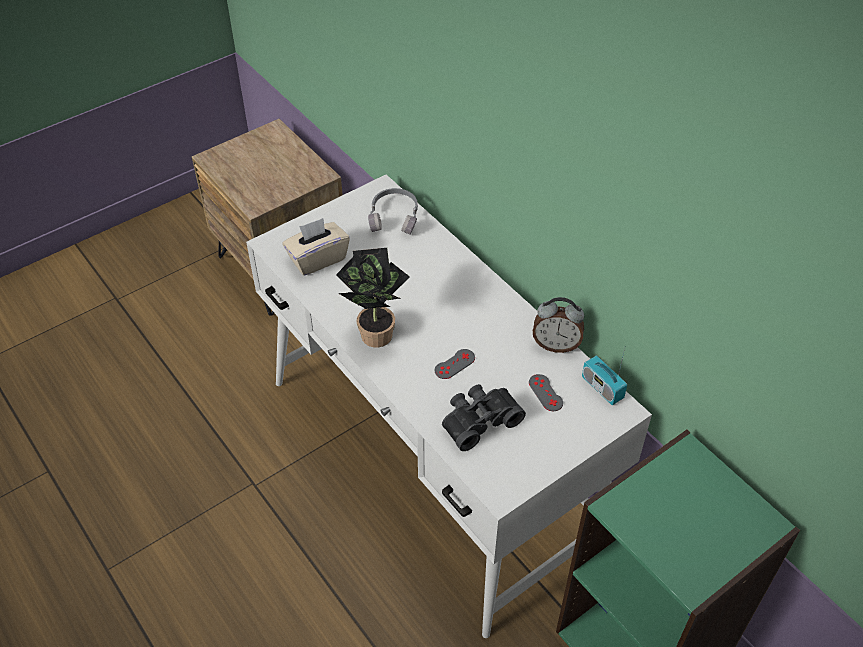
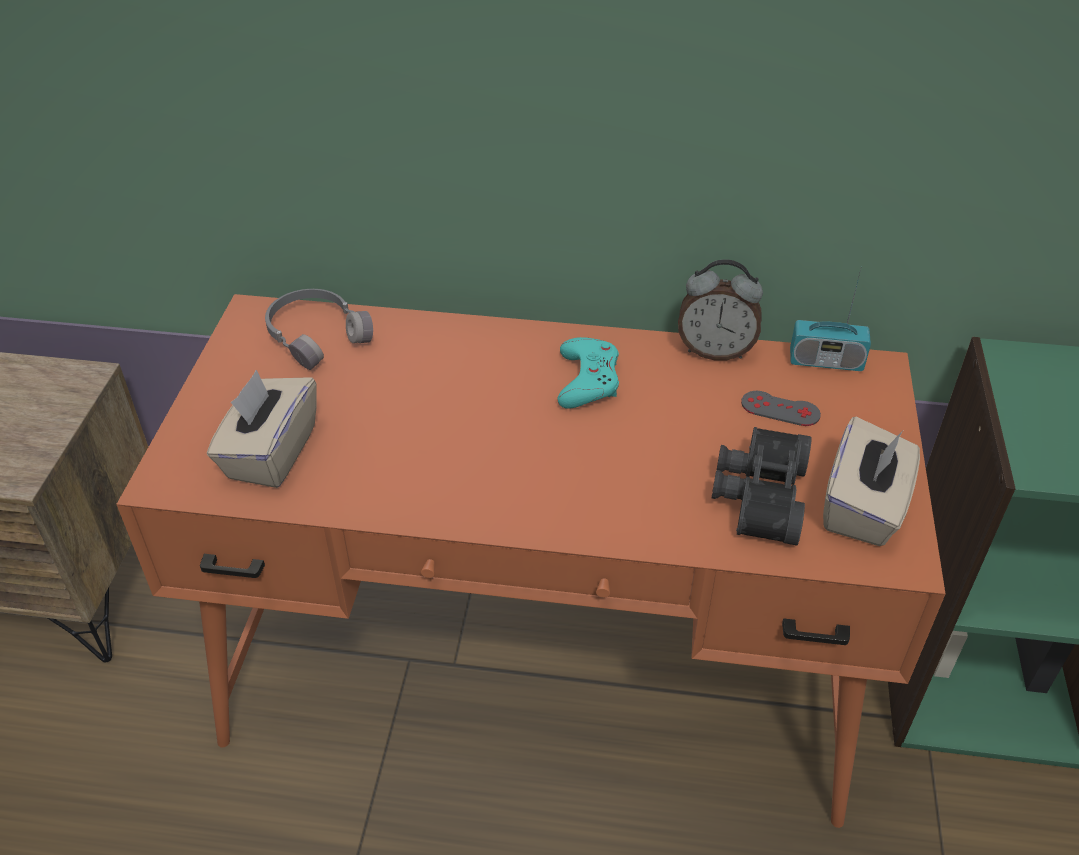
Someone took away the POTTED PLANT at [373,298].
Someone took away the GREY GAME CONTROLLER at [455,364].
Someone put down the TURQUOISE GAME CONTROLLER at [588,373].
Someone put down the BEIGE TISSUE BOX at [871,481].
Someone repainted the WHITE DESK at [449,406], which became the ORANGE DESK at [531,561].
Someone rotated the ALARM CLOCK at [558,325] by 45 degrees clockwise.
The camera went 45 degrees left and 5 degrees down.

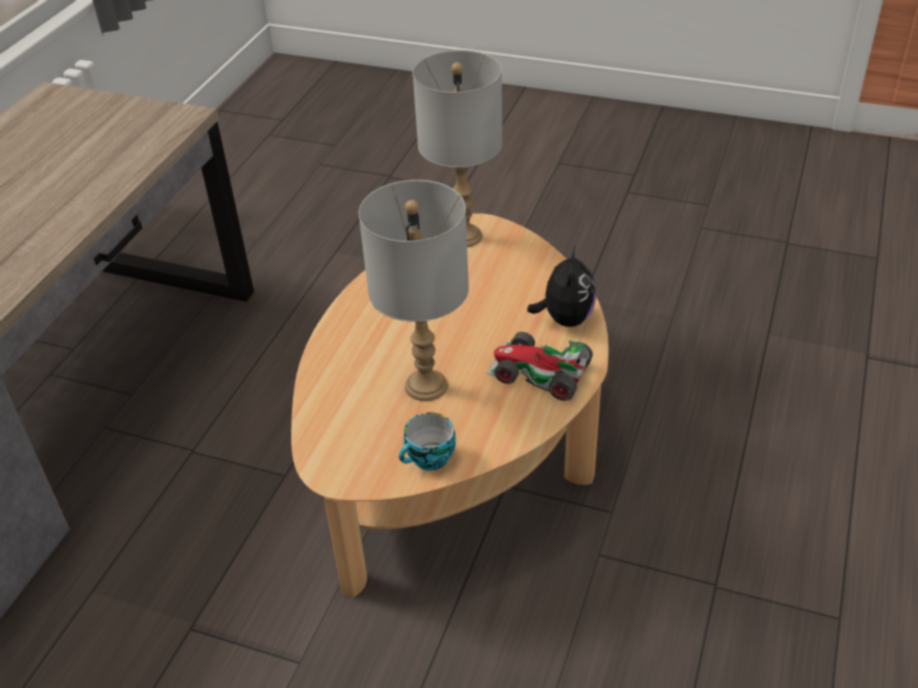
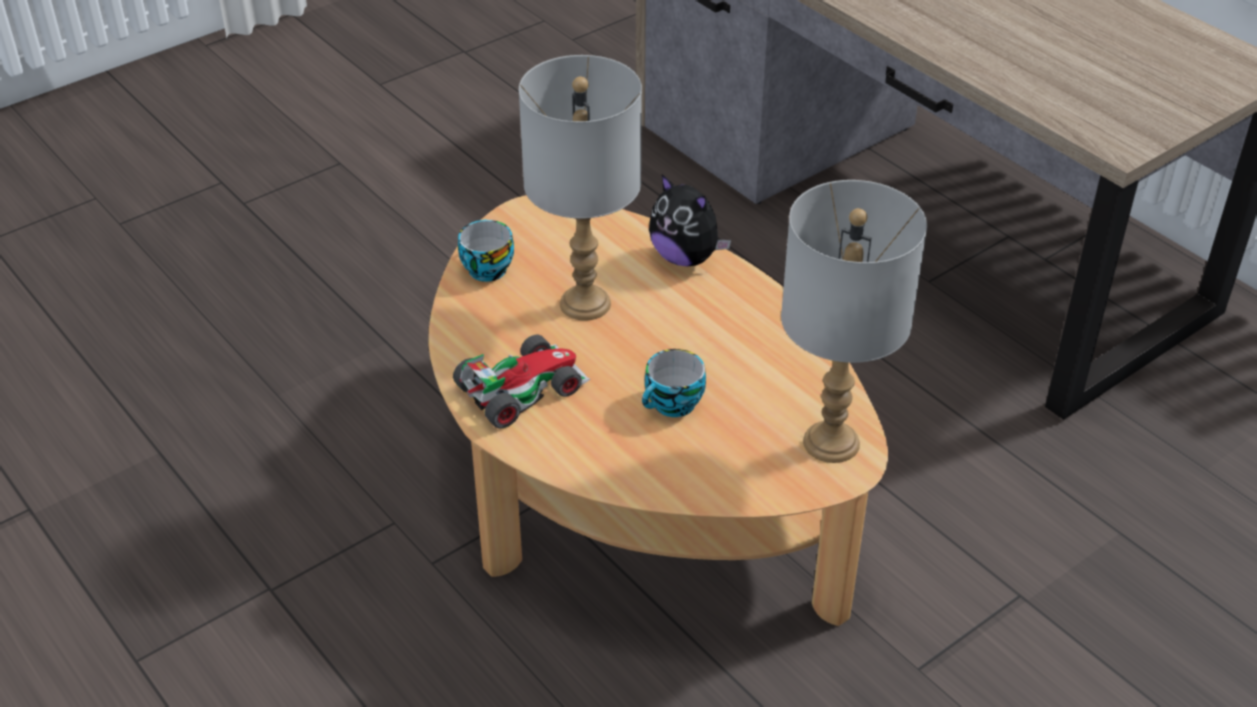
Someone put down the CUP at [674,383].
Someone carried the PLUSH TOY from [561,286] to [690,220].
The camera went 120 degrees right and 0 degrees up.

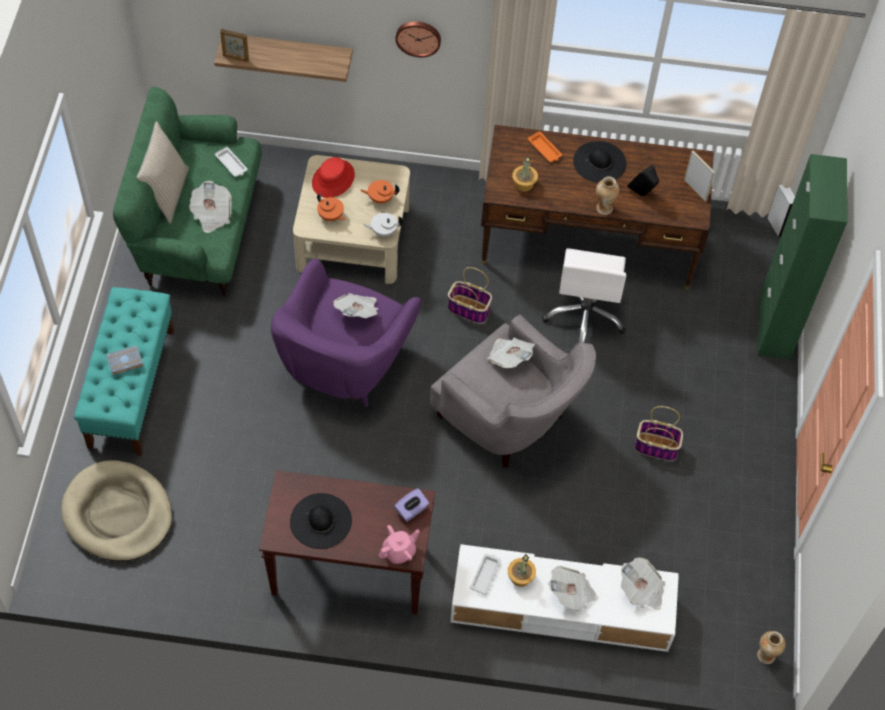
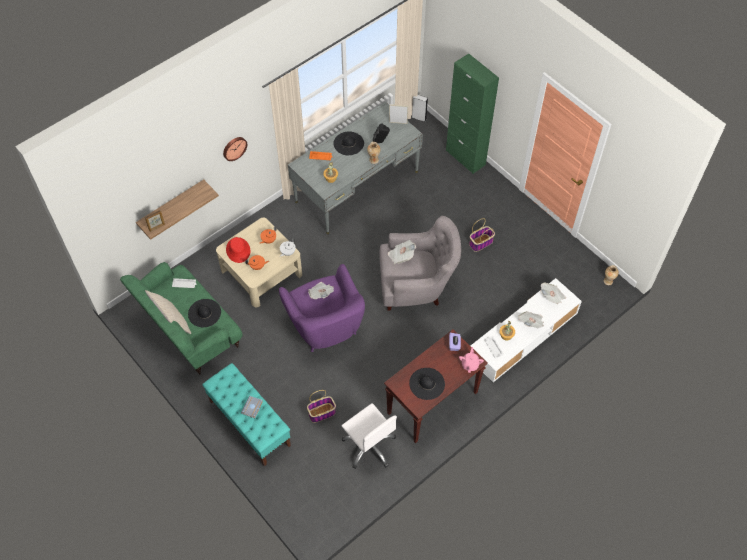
Someone took away the BEIGE DOG BED at [116,510].
Someone carried the BASKET from [470,295] to [321,406].
Someone carried the WHITE OFFICE CHAIR from [584,295] to [369,436].
Someone swapped the NEWSPAPER at [210,207] for the BLACK HAT at [204,313].
Someone repainted the BROWN DESK at [597,207], which became the GREY DESK at [355,168].
The camera went 45 degrees left and 0 degrees up.

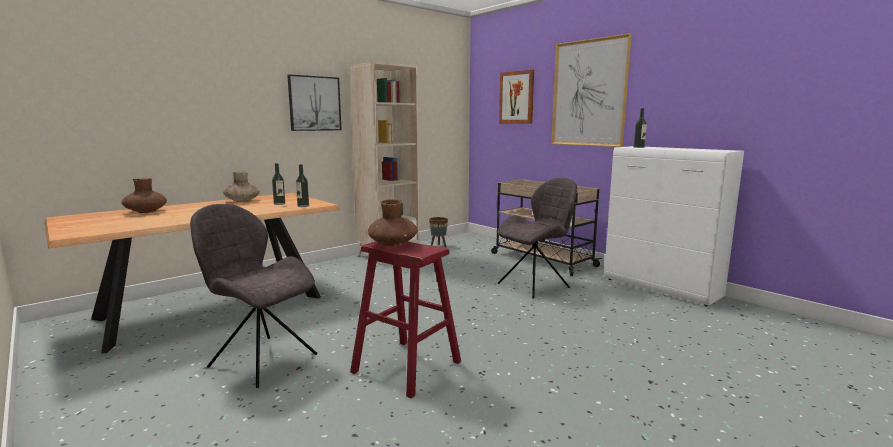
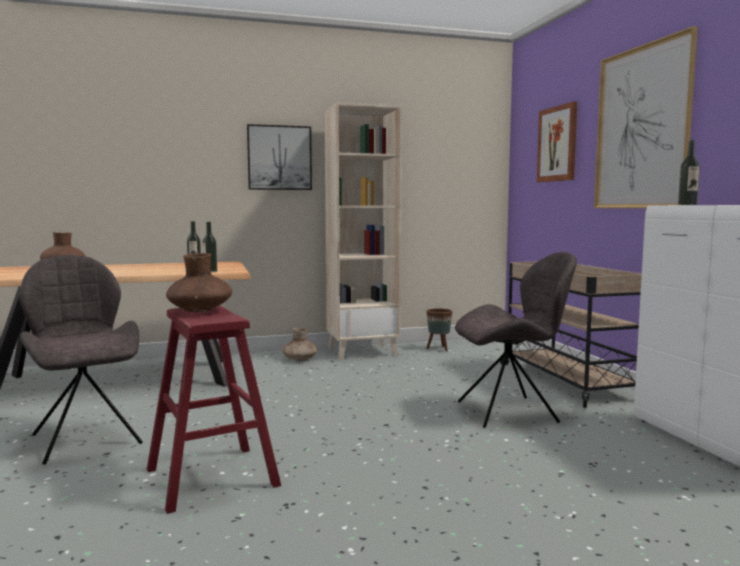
Someone carried the BROWN VASE from [241,186] to [300,344].
The camera went 25 degrees right and 5 degrees down.

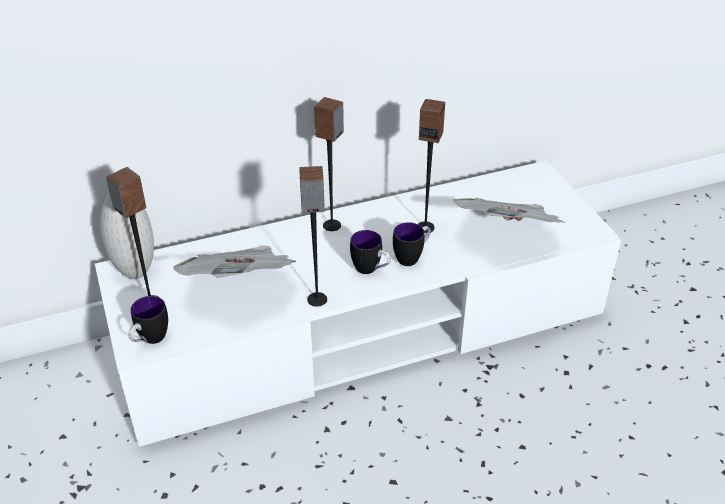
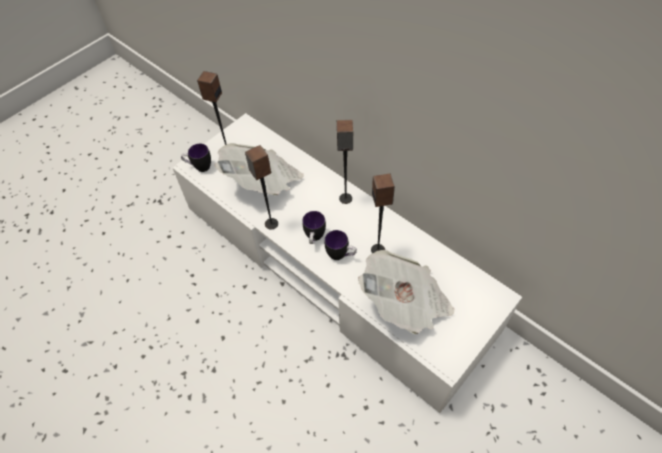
Someone took away the WHITE VASE at [127,235].
The camera went 65 degrees right and 15 degrees up.

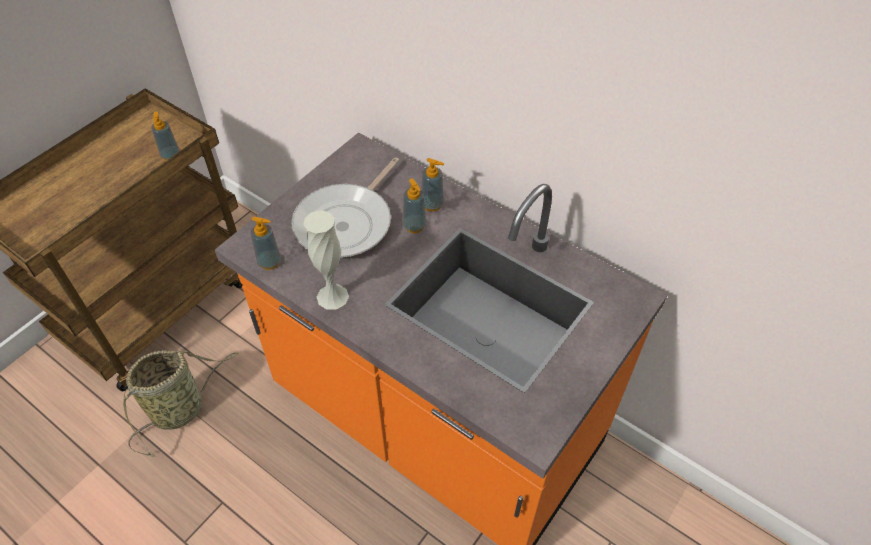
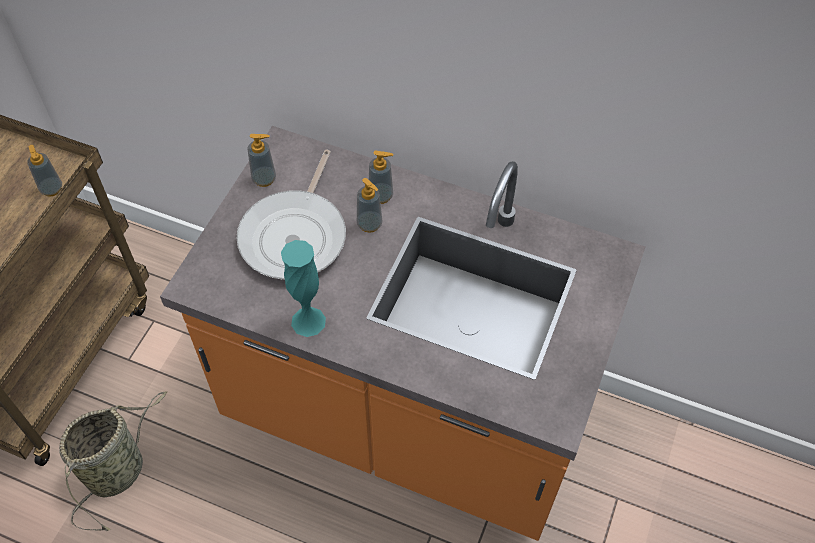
Someone carried the SOAP DISPENSER from [265,243] to [261,160].
Someone repainted the WHITE VASE at [326,260], which became the TURQUOISE VASE at [303,288].
The camera went 15 degrees left and 5 degrees up.

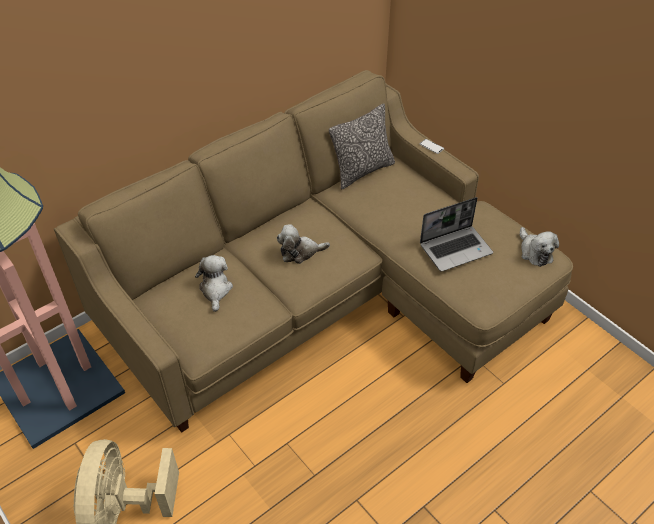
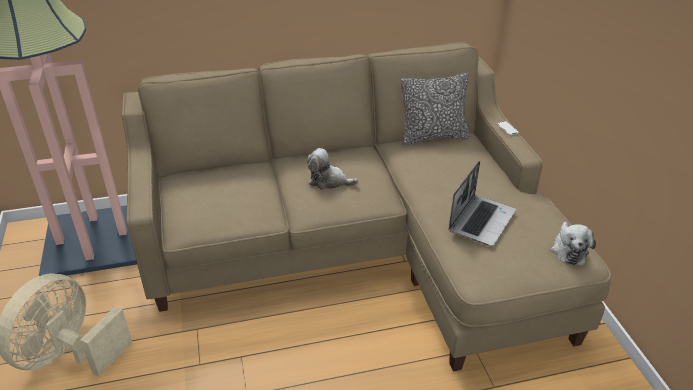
Someone took away the PLUSH TOY at [214,283].
Someone rotated the LAPTOP at [456,234] by 60 degrees counterclockwise.
The camera went 25 degrees right and 10 degrees down.

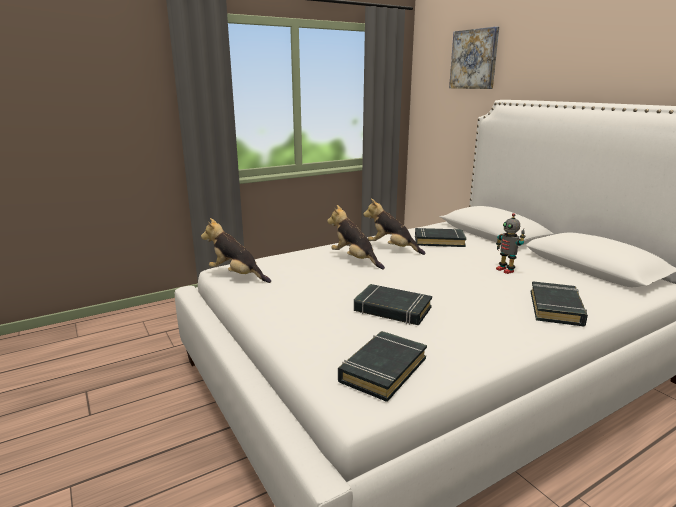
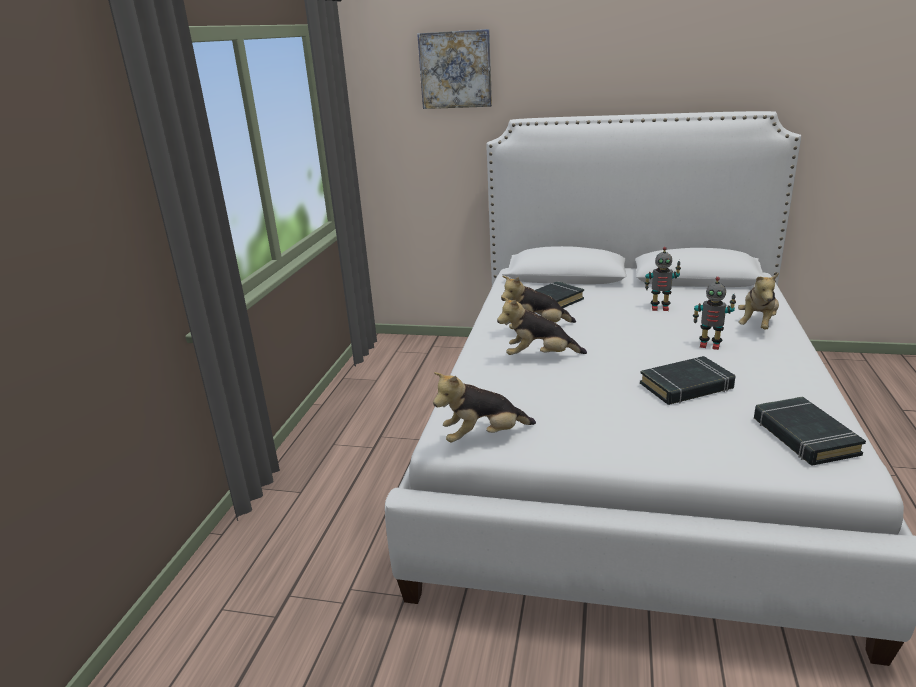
Someone put down the TOY ROBOT at [714,313].
Someone swapped the BLACK BOOK at [559,303] for the PLUSH TOY at [758,301].
The camera went 45 degrees left and 5 degrees up.

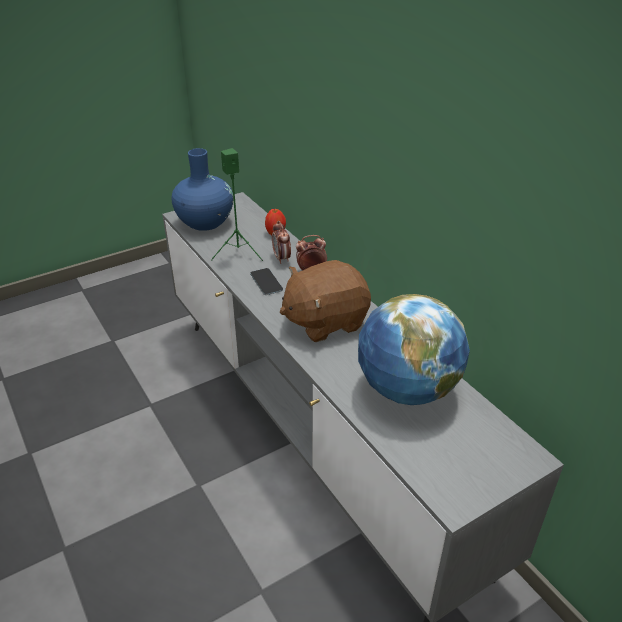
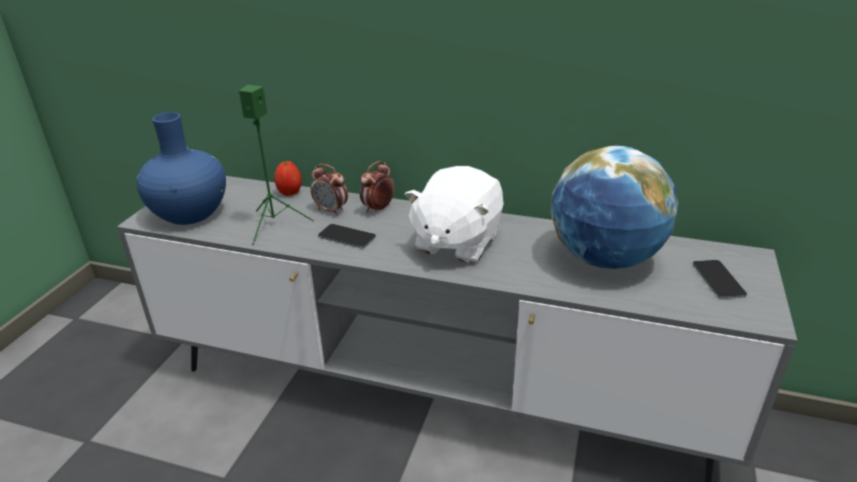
Someone put down the PHONE at [719,279].
Someone repainted the BROWN PLUSH TOY at [325,301], which became the WHITE PLUSH TOY at [454,215].
The camera went 40 degrees left and 5 degrees down.

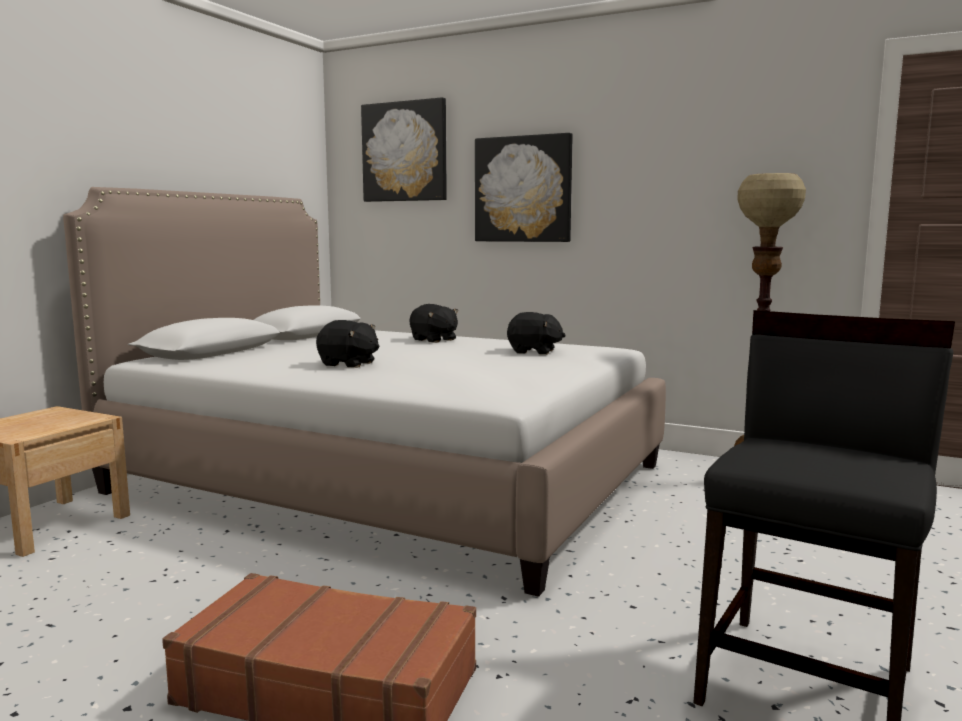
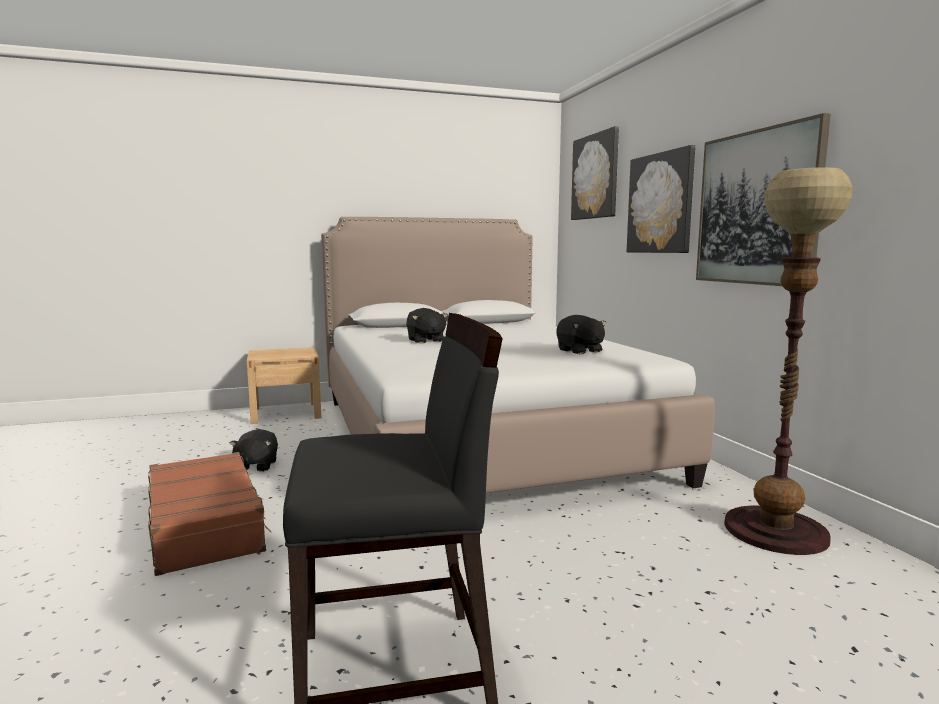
Someone put up the PICTURE at [763,199].
Someone carried the BLACK PLUSH TOY from [434,323] to [254,450].
The camera went 45 degrees right and 0 degrees up.

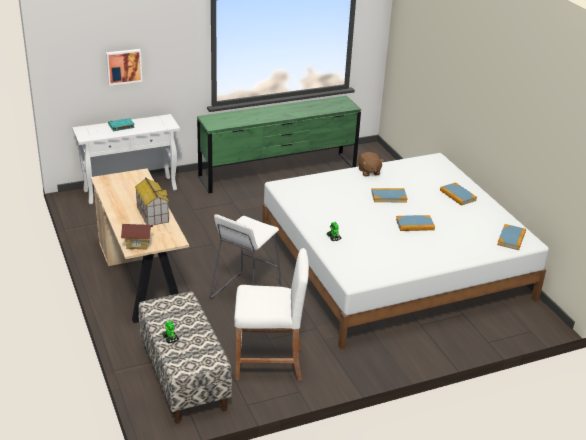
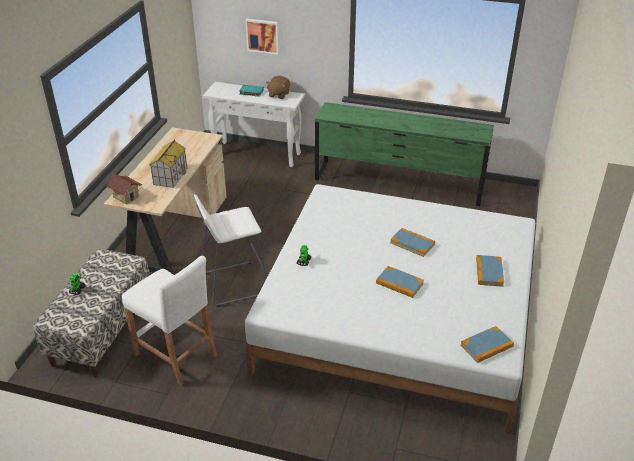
Someone carried the BROWN PLUSH TOY from [371,164] to [278,87].
The camera went 40 degrees right and 5 degrees up.

